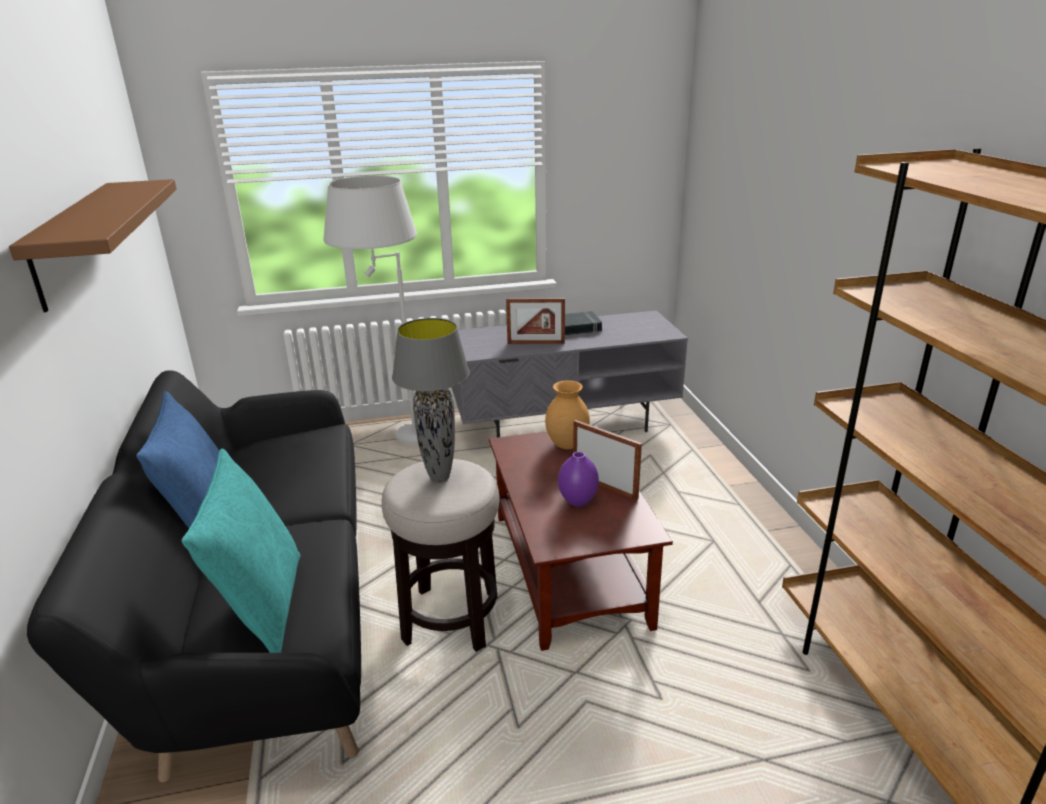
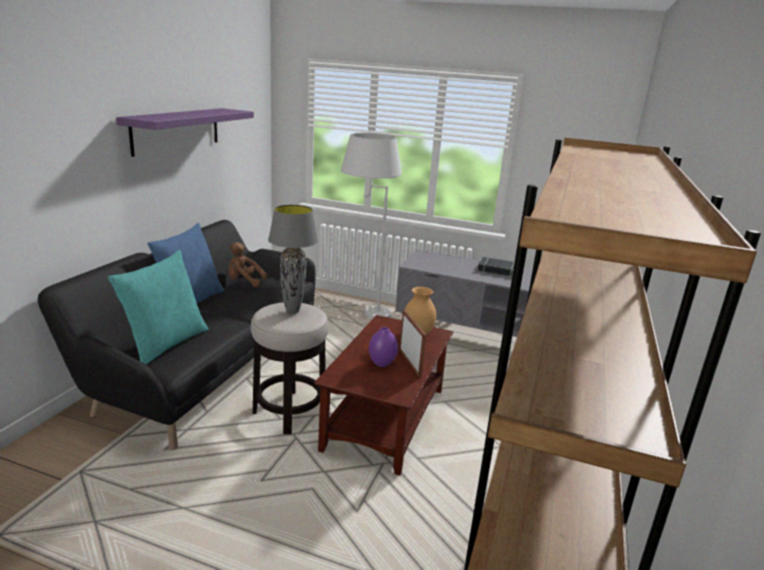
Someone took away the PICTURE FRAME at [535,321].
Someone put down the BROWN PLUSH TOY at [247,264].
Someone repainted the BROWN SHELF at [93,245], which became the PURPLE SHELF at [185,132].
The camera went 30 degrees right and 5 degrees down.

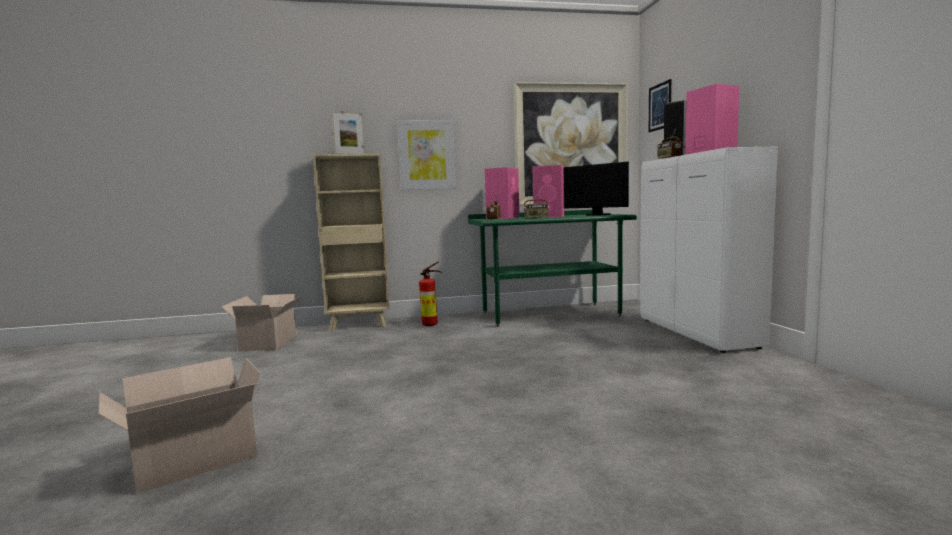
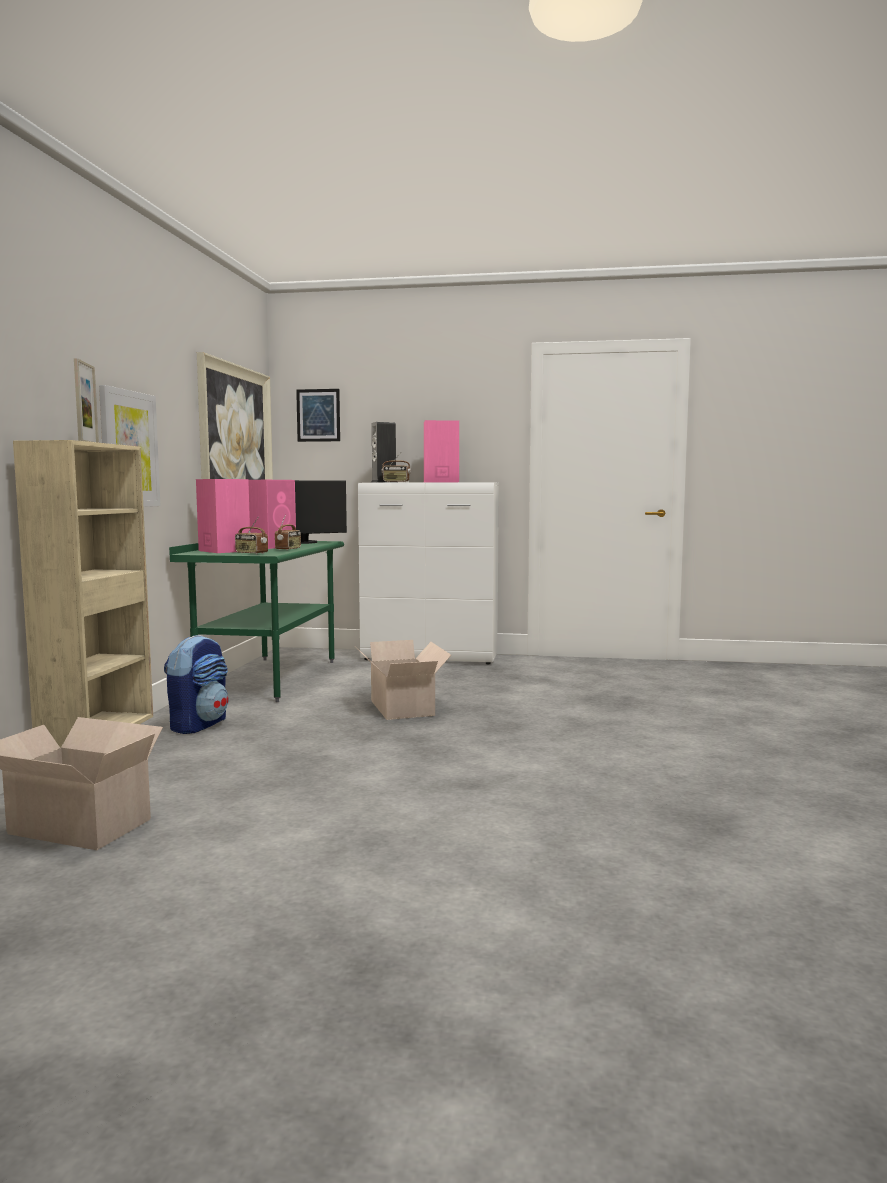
Someone carried the CARDBOARD BOX from [179,425] to [403,680].
Someone swapped the FIRE EXTINGUISHER at [430,293] for the BACKPACK at [196,684].
The camera went 70 degrees left and 0 degrees up.

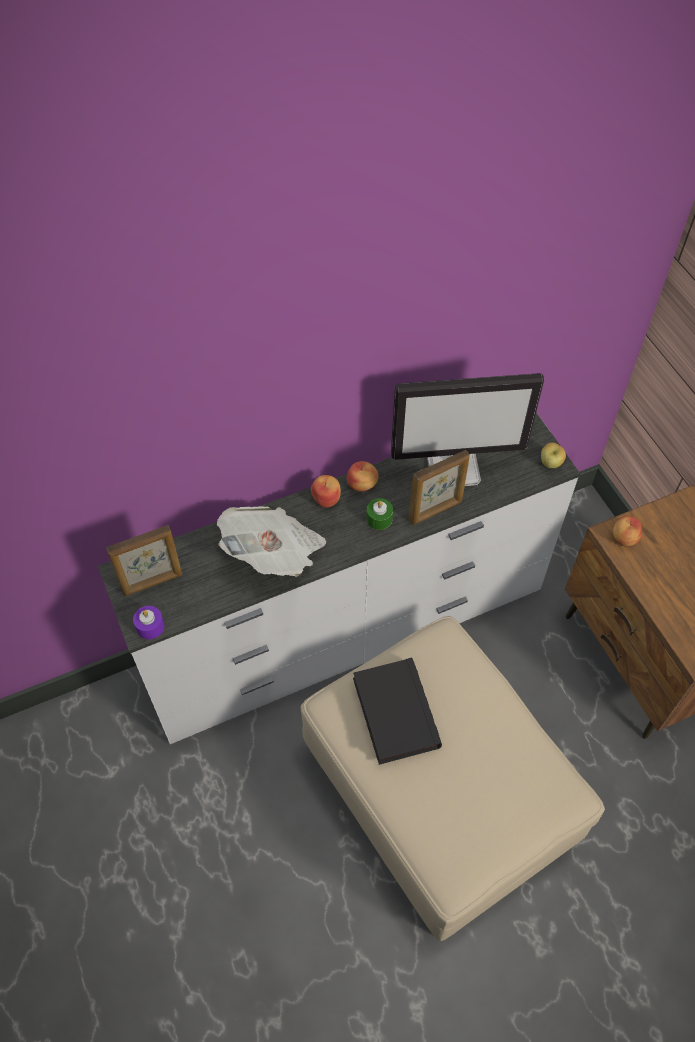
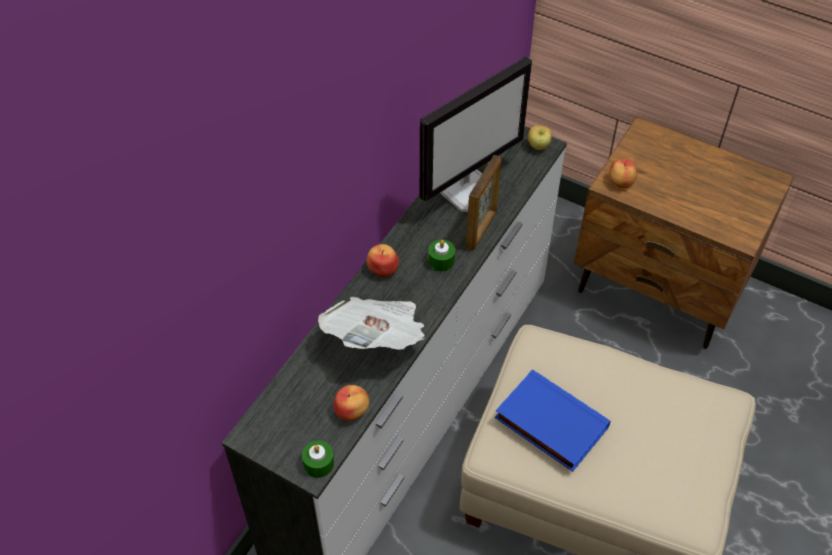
Someone took away the PICTURE FRAME at [144,560].
Someone carried the APPLE from [363,476] to [351,403].
Someone repainted the PURPLE CANDLE at [149,622], which became the GREEN CANDLE at [318,459].
Someone repainted the BLACK BOOK at [397,711], which became the BLUE BOOK at [552,420].
The camera went 35 degrees left and 5 degrees down.

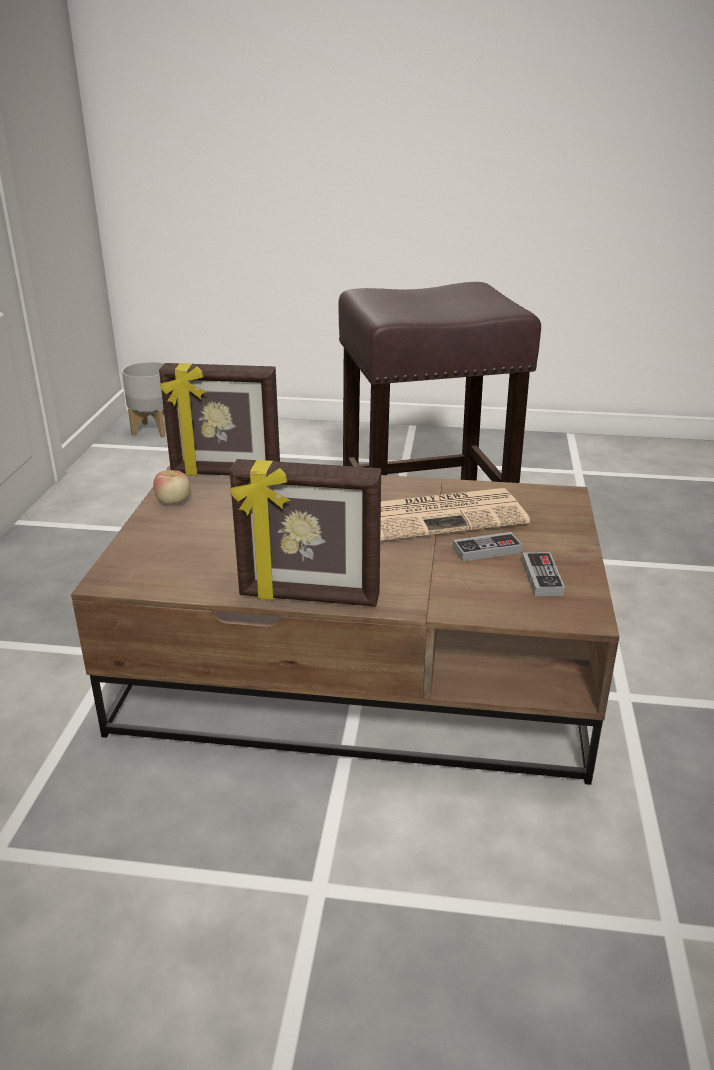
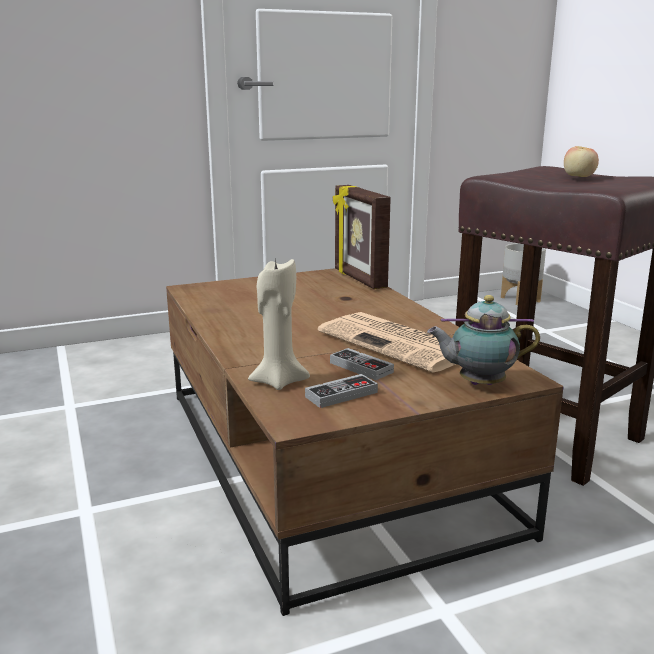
Someone took away the PICTURE FRAME at [305,533].
Someone put down the BEIGE CANDLE at [279,323].
Someone put down the TEAPOT at [483,340].
Someone carried the APPLE from [172,487] to [581,161].
The camera went 60 degrees right and 10 degrees down.

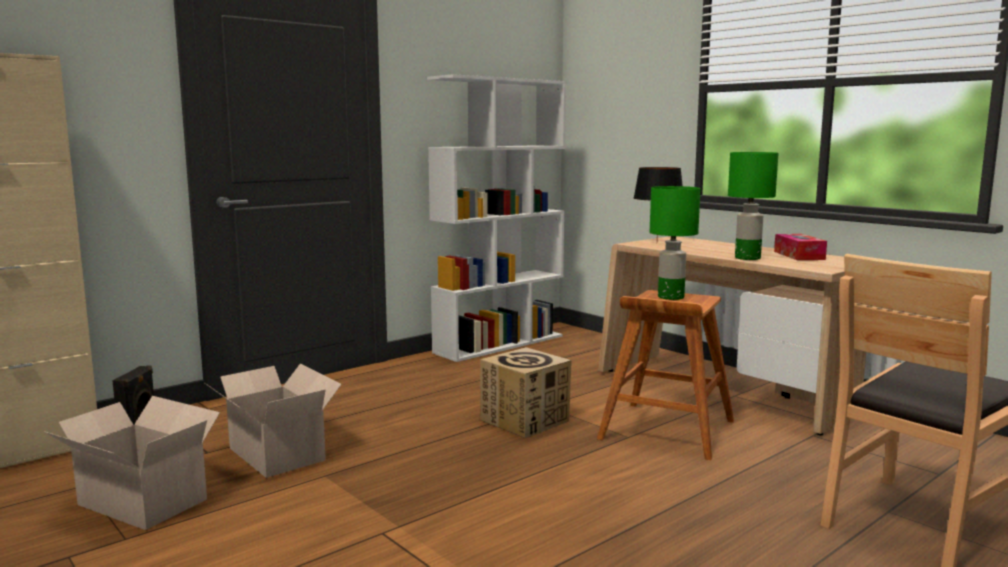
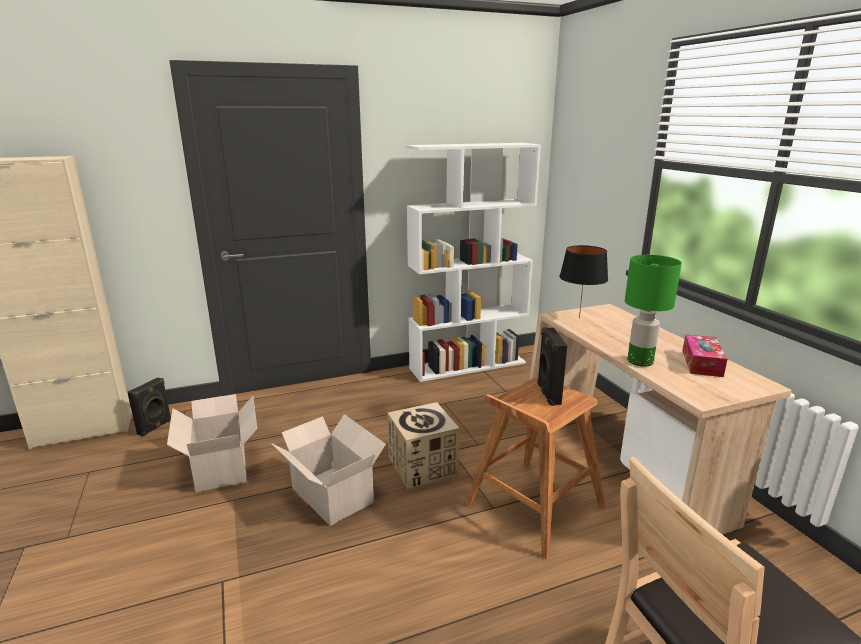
Someone carried the CARDBOARD BOX from [132,463] to [328,470].
Someone swapped the GREEN TABLE LAMP at [675,243] for the BLACK SPEAKER at [552,366].
The camera went 20 degrees right and 10 degrees up.

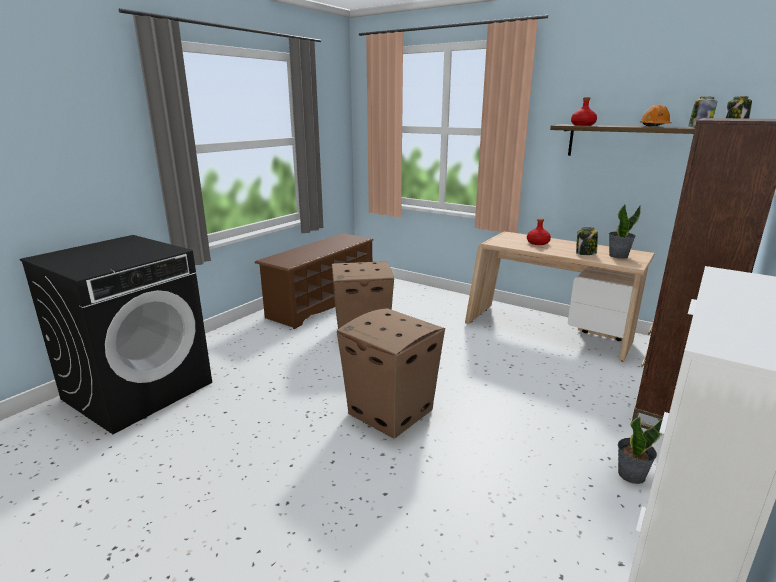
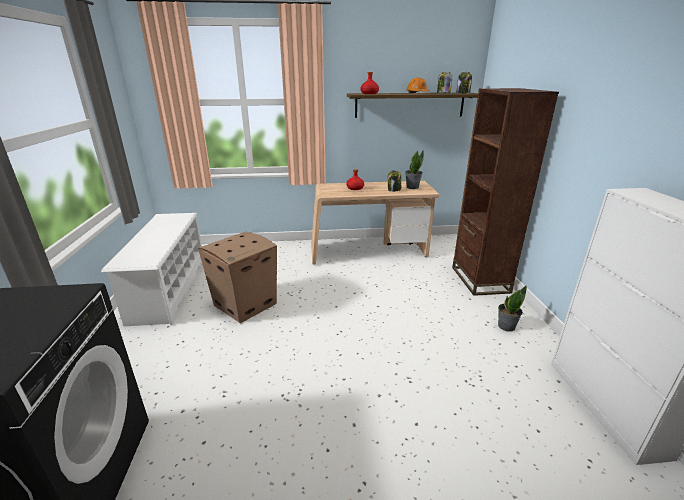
Someone took away the CARDBOARD BOX at [391,373].
Someone repainted the BROWN SHOE RACK at [314,281], which became the WHITE SHOE RACK at [151,269].
The camera went 40 degrees left and 5 degrees up.

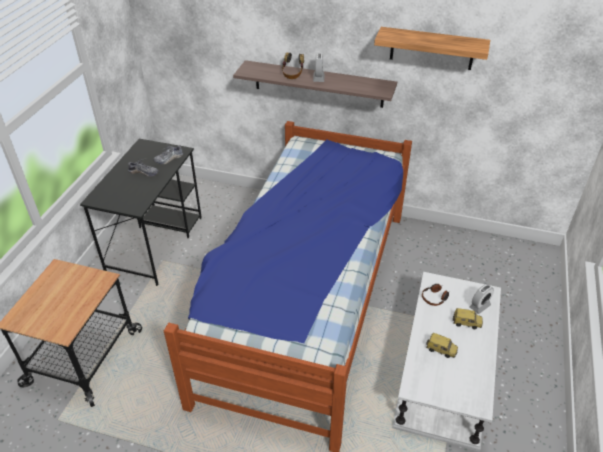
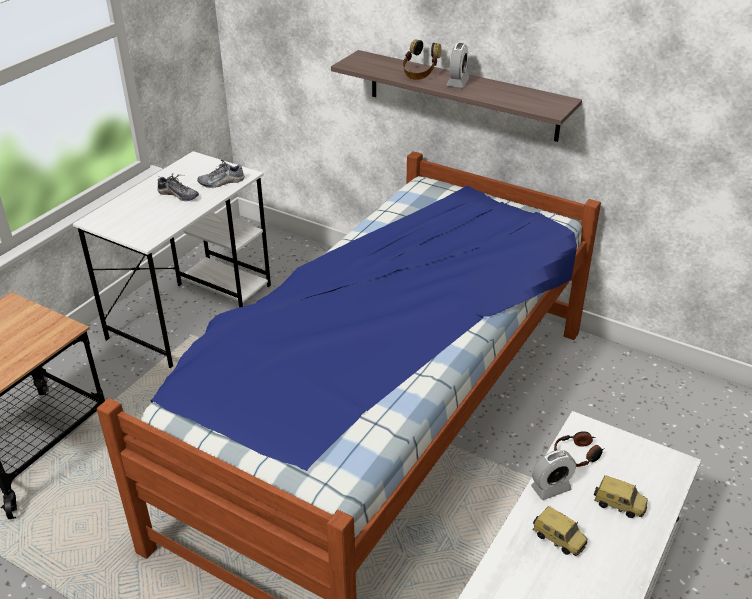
Someone took away the SHELF at [432,48].
Someone carried the ALARM CLOCK from [481,299] to [553,475].
Someone repainted the BLACK DESK at [141,212], which became the WHITE DESK at [172,259].
The camera went 15 degrees right and 5 degrees down.

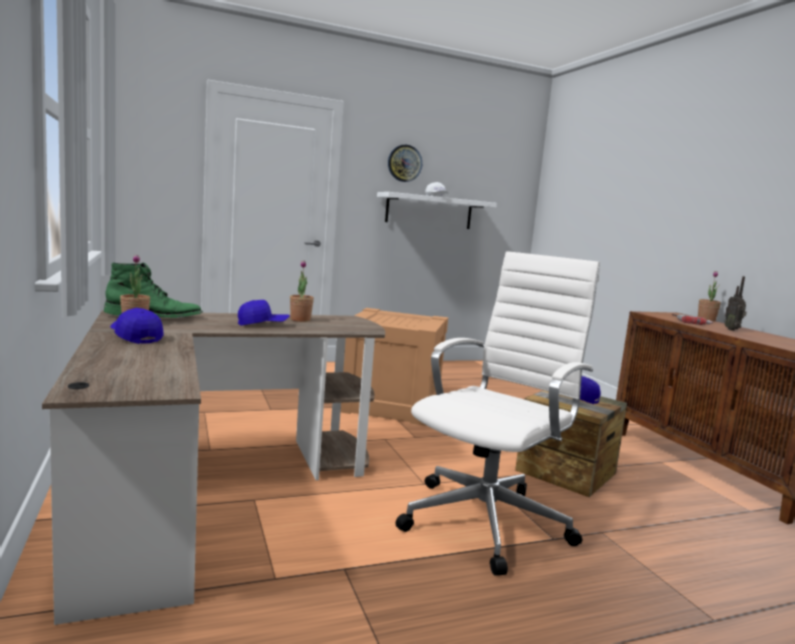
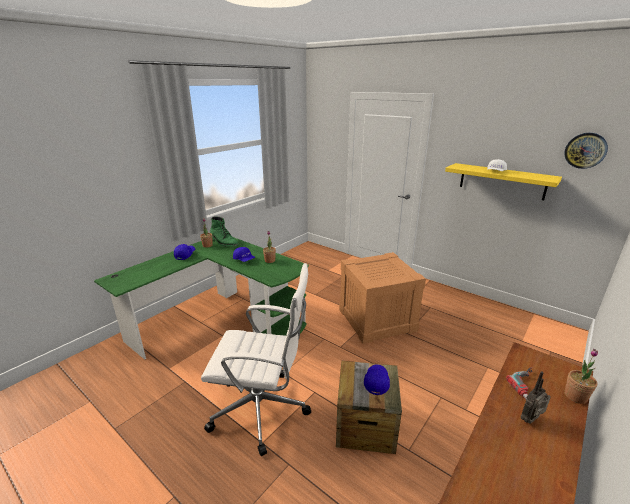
Someone carried the WALL CLOCK from [405,163] to [586,151].
Someone repainted the BROWN DESK at [213,468], which became the GREEN DESK at [201,298].
Someone repainted the WHITE SHELF at [437,210], which became the YELLOW SHELF at [503,181].
The camera went 60 degrees right and 15 degrees up.

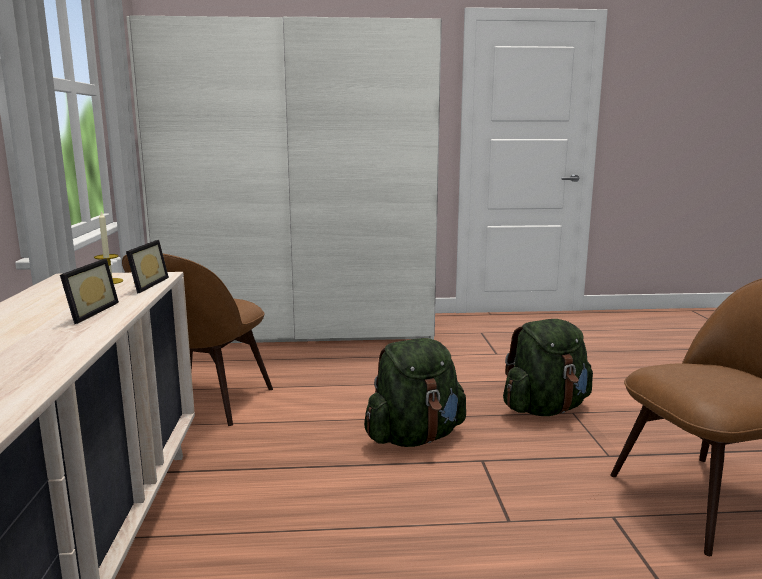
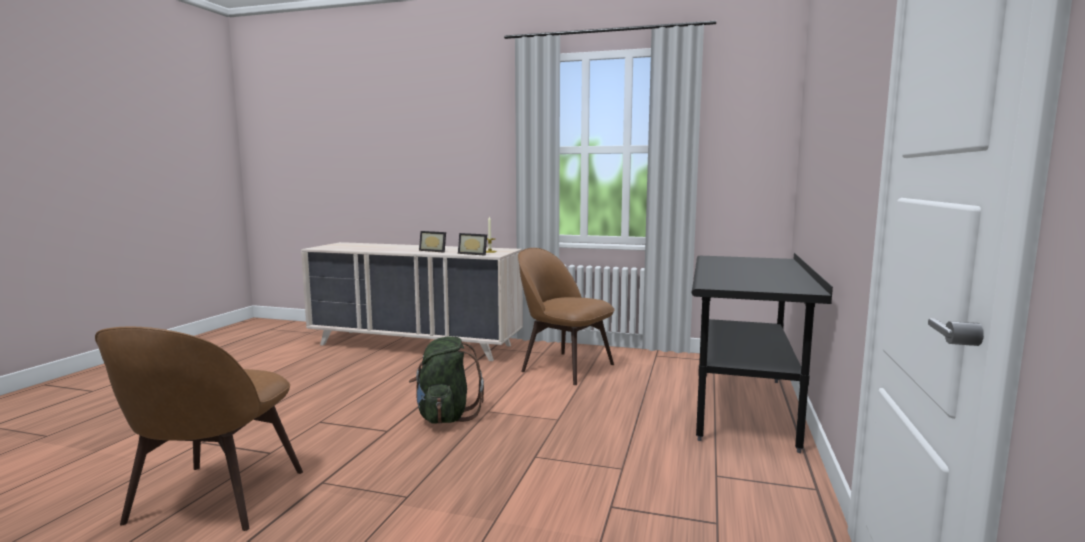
Someone took away the GREEN BACKPACK at [548,367].
Someone swapped the WHITE WARDROBE at [284,179] for the BLACK DESK at [762,353].
The camera went 110 degrees right and 5 degrees down.

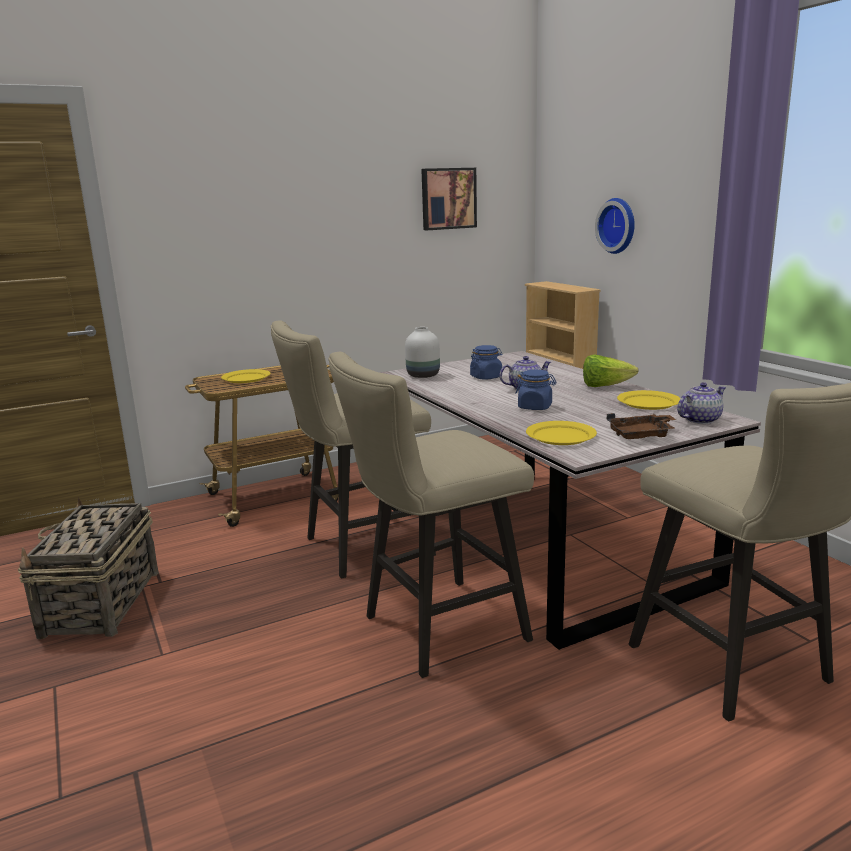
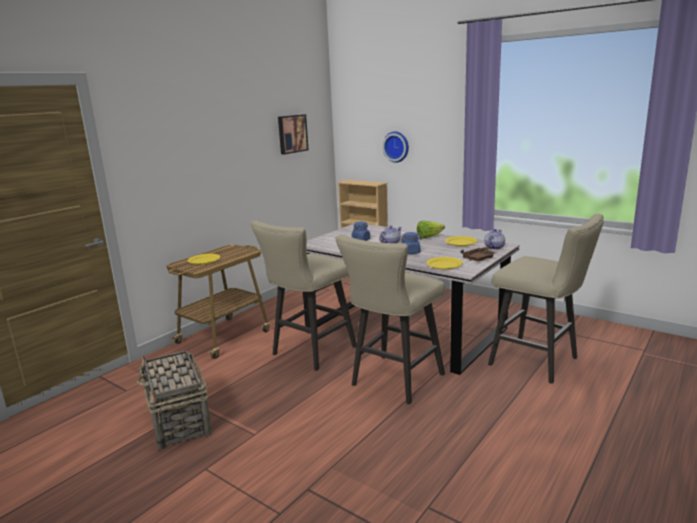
Someone took away the WHITE VASE at [422,352].
The camera went 25 degrees left and 0 degrees up.

